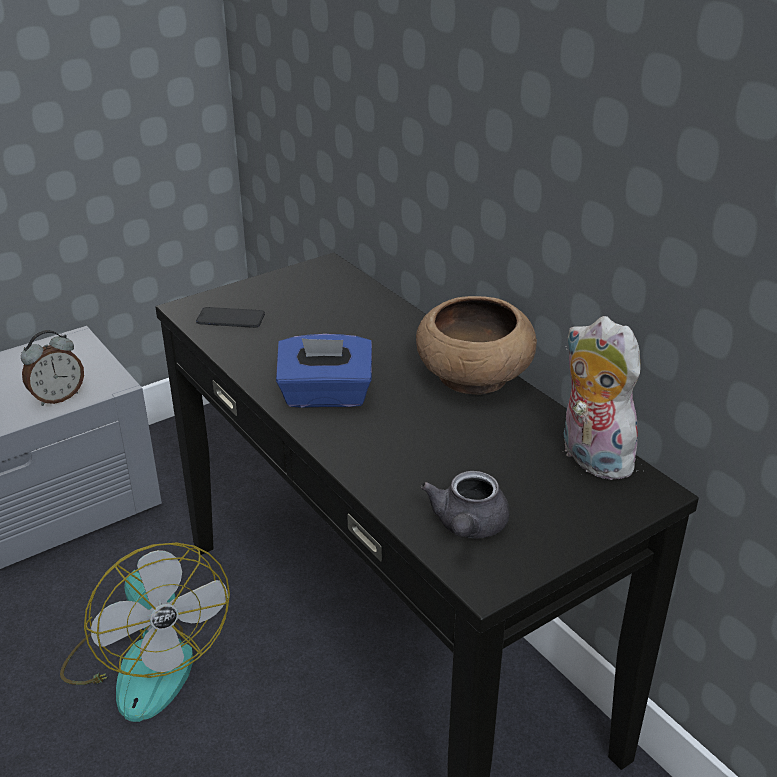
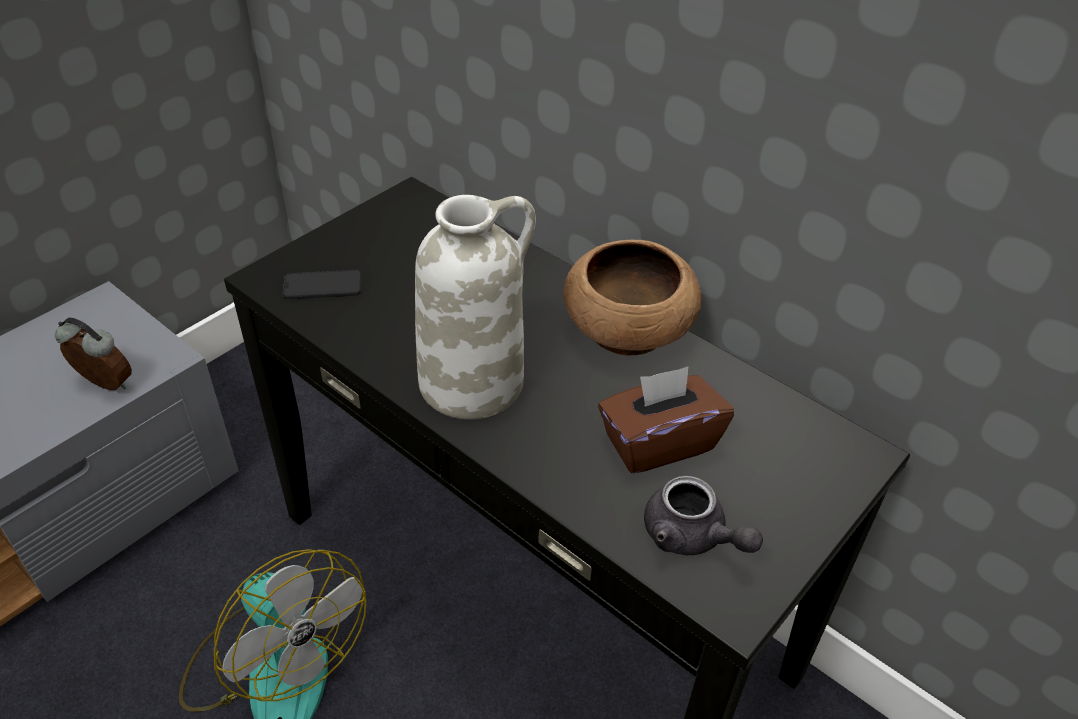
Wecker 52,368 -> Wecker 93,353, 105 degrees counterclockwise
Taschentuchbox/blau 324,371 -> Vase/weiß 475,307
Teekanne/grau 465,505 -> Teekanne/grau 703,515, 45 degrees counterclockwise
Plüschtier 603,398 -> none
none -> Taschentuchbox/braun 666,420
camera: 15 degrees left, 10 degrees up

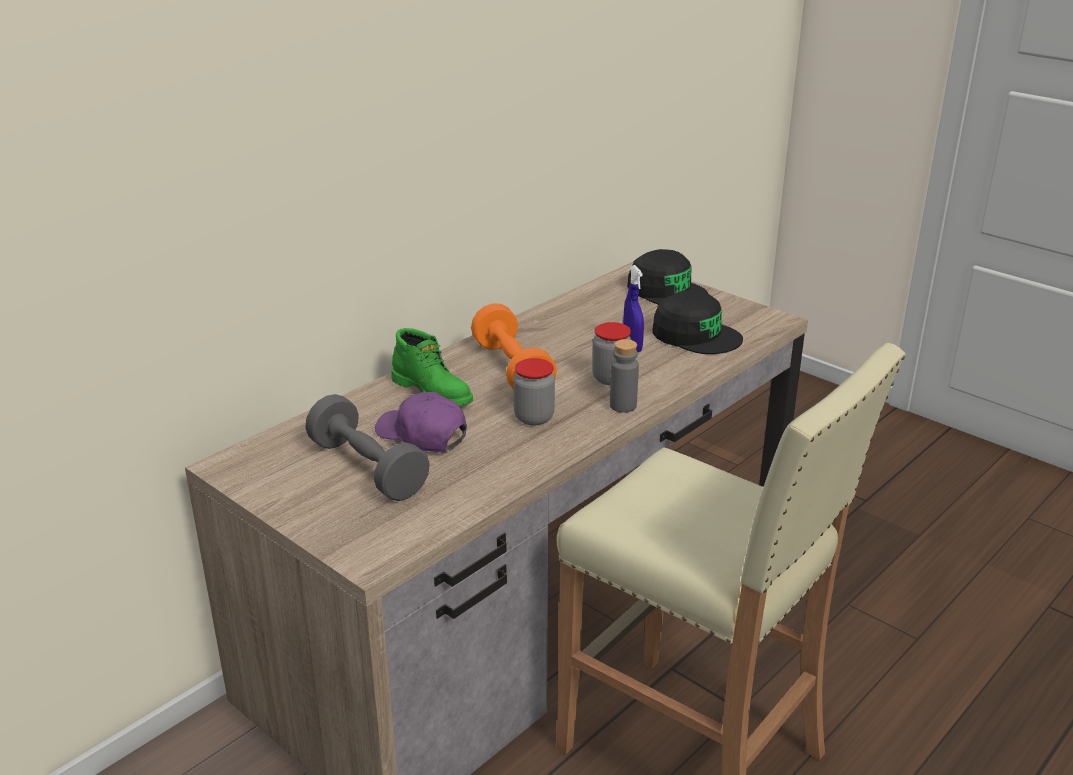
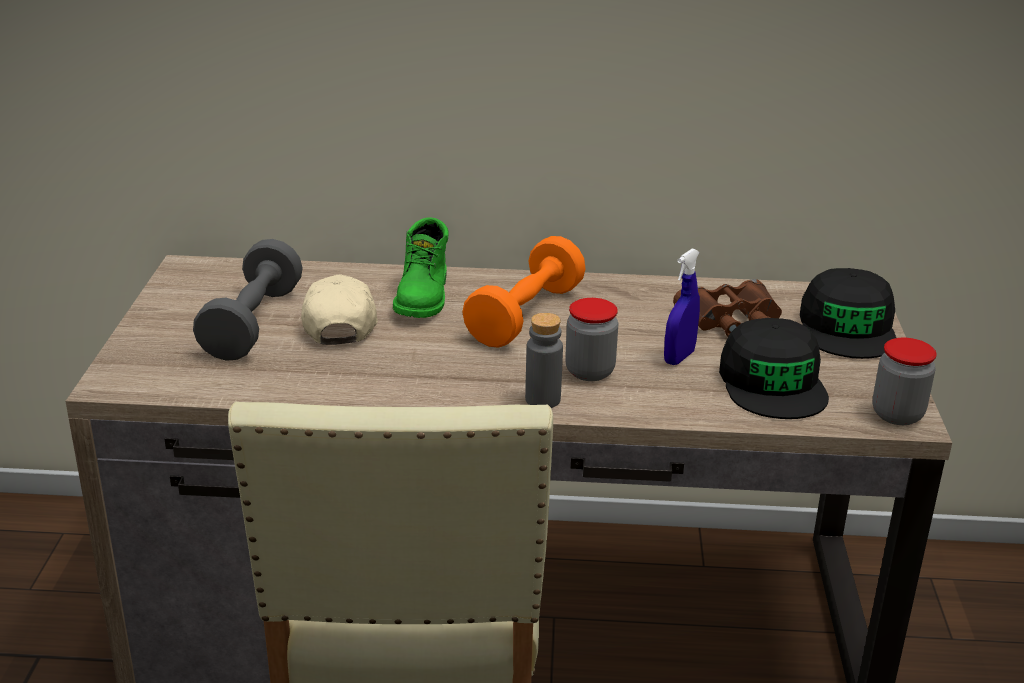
Kappe/lila 421,422 -> Kappe/beige 339,310
Vorratsglas 534,391 -> Vorratsglas 905,381, moved
none -> Fernglas/braun 727,307
camera: 50 degrees right, 0 degrees up

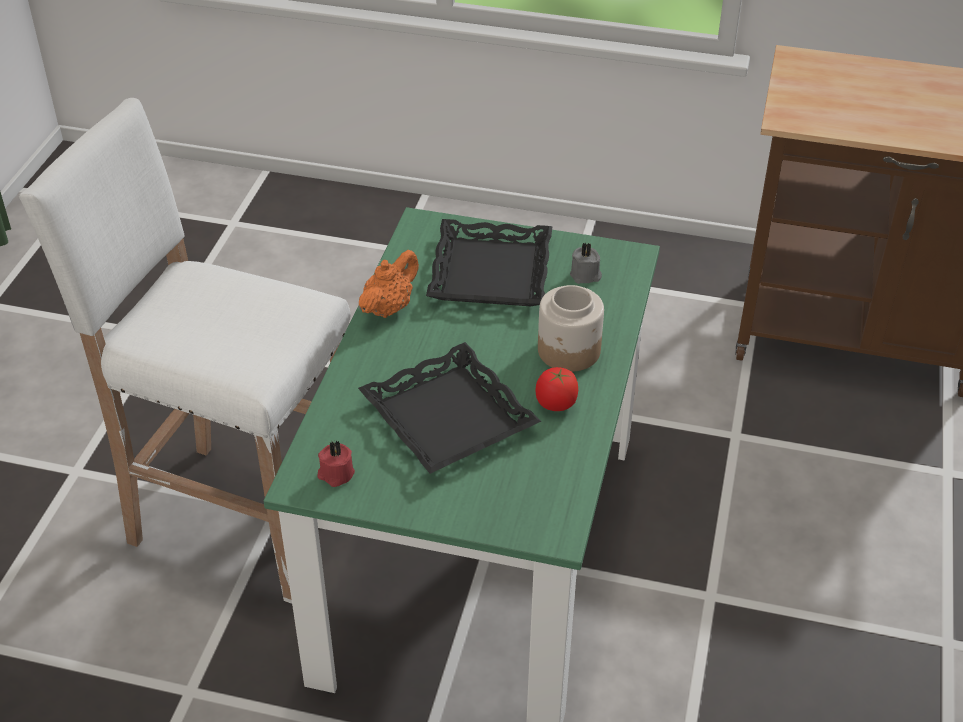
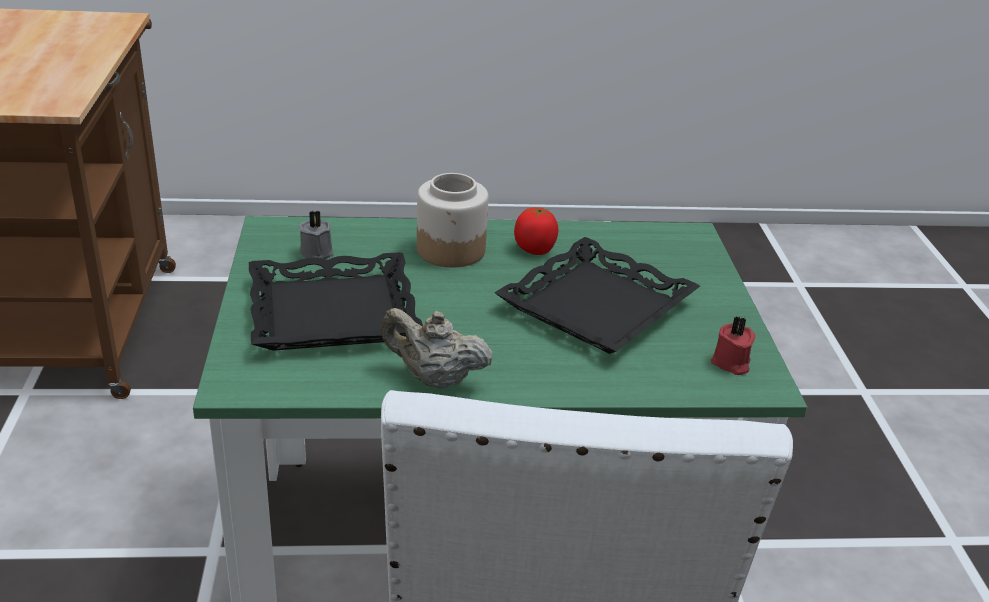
Teekanne/orange 389,284 -> Teekanne/beige 437,348
camera: 110 degrees left, 10 degrees down

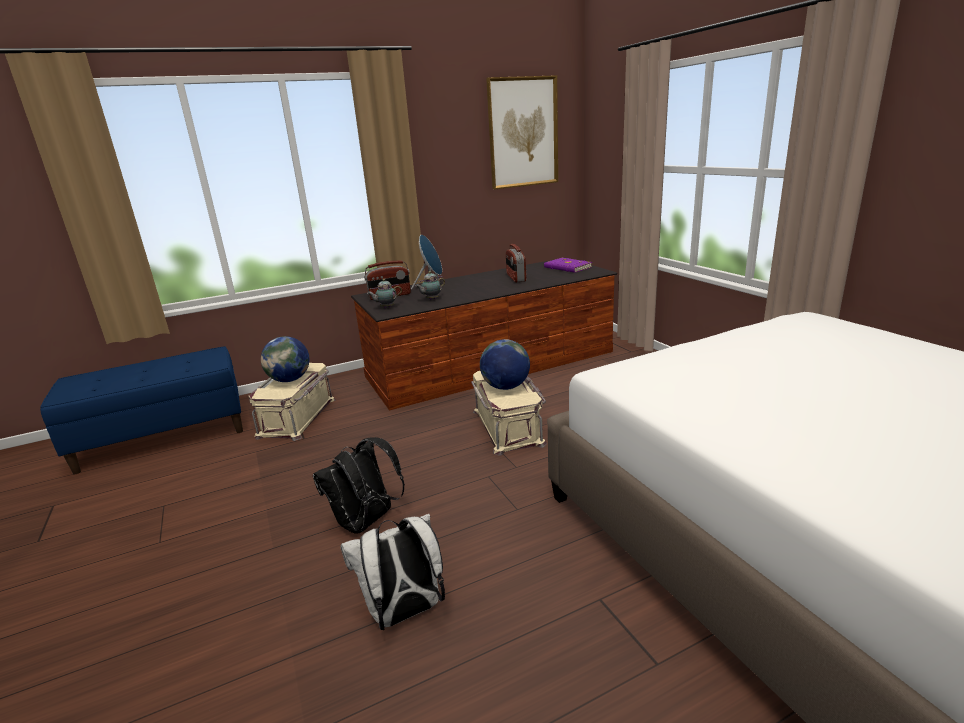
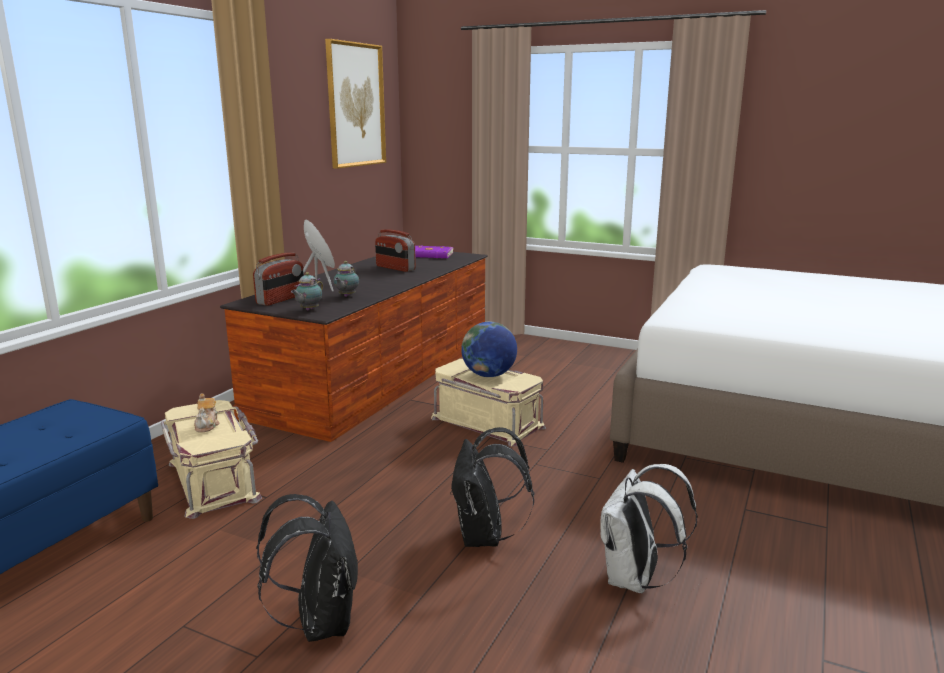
Globus 285,359 -> Teekanne 207,412
none -> Rucksack/schwarz 307,568
camera: 40 degrees left, 5 degrees down

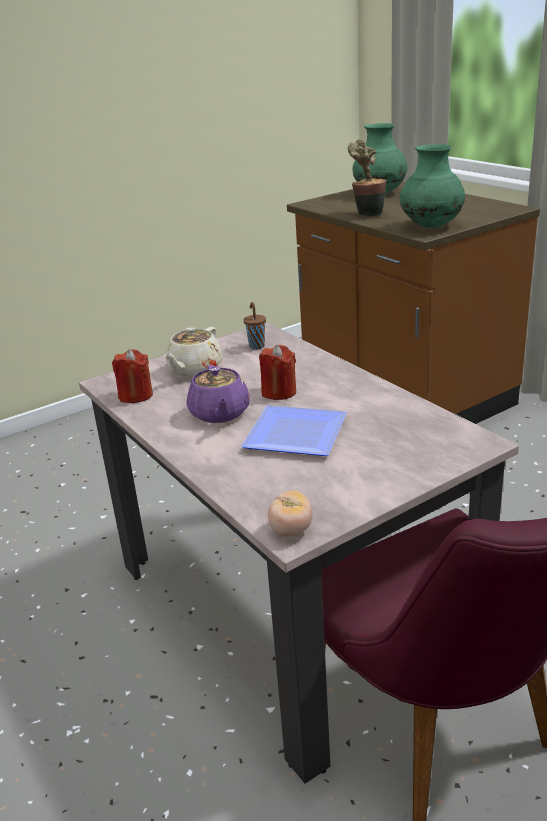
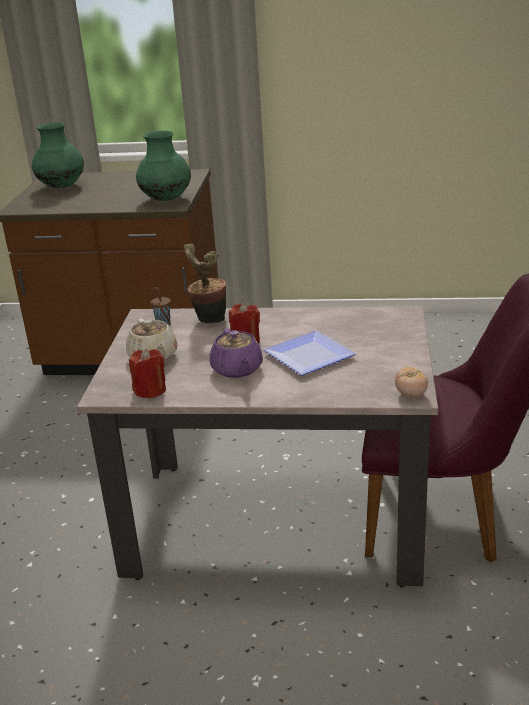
Teekanne/lila 218,394 -> Teekanne/lila 236,353, 45 degrees clockwise
Topfpflanze 367,178 -> Topfpflanze 205,283, moved
camera: 50 degrees left, 0 degrees up

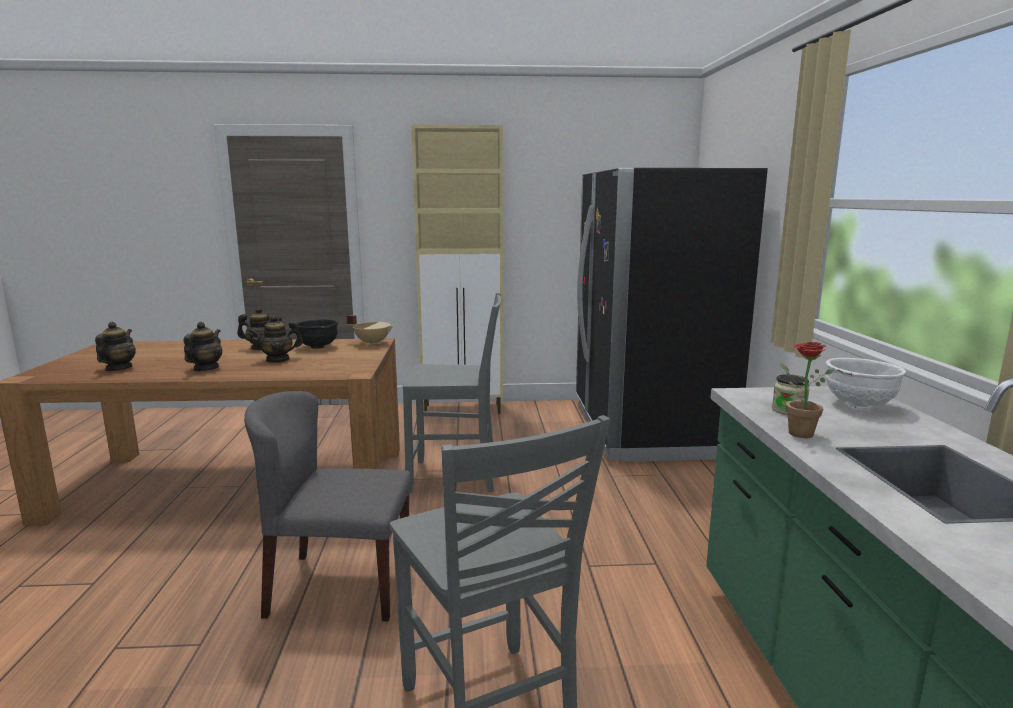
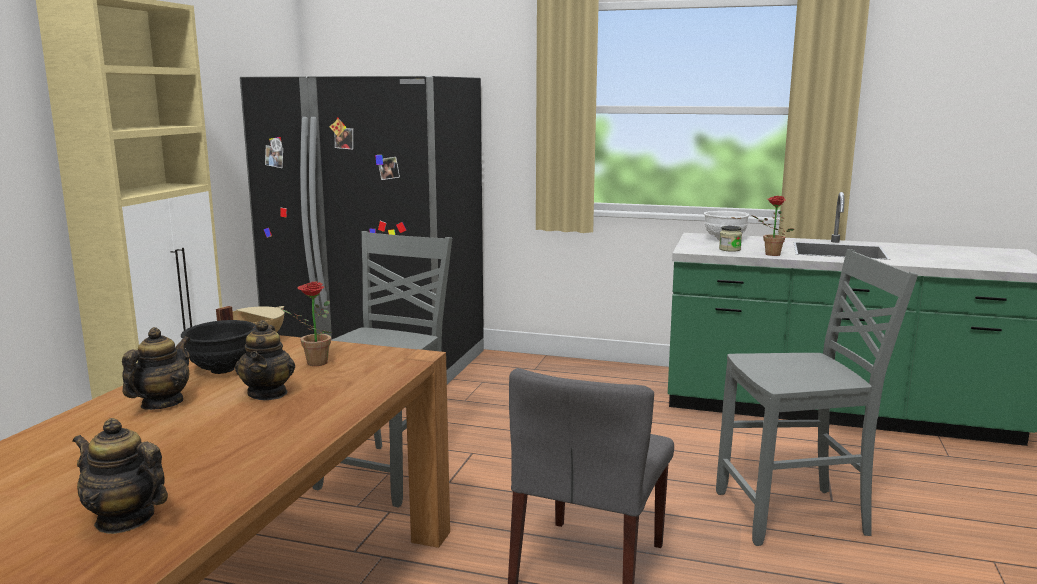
Teekanne 202,346 -> none
none -> Topfpflanze 306,324
camera: 70 degrees left, 0 degrees up

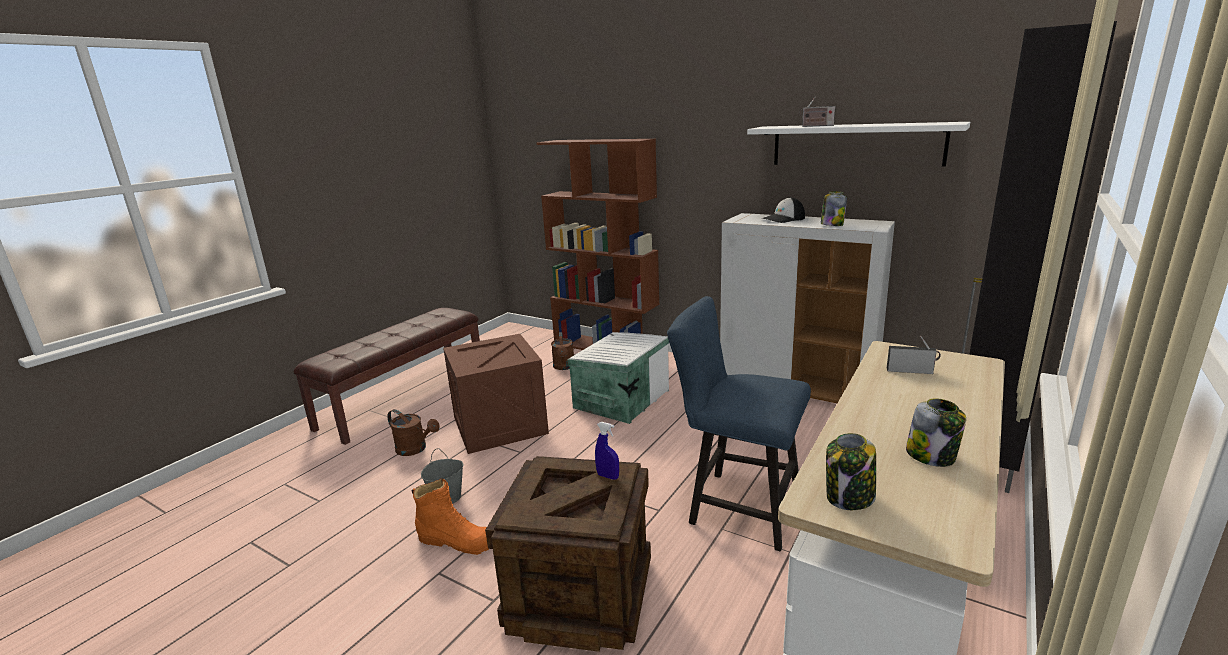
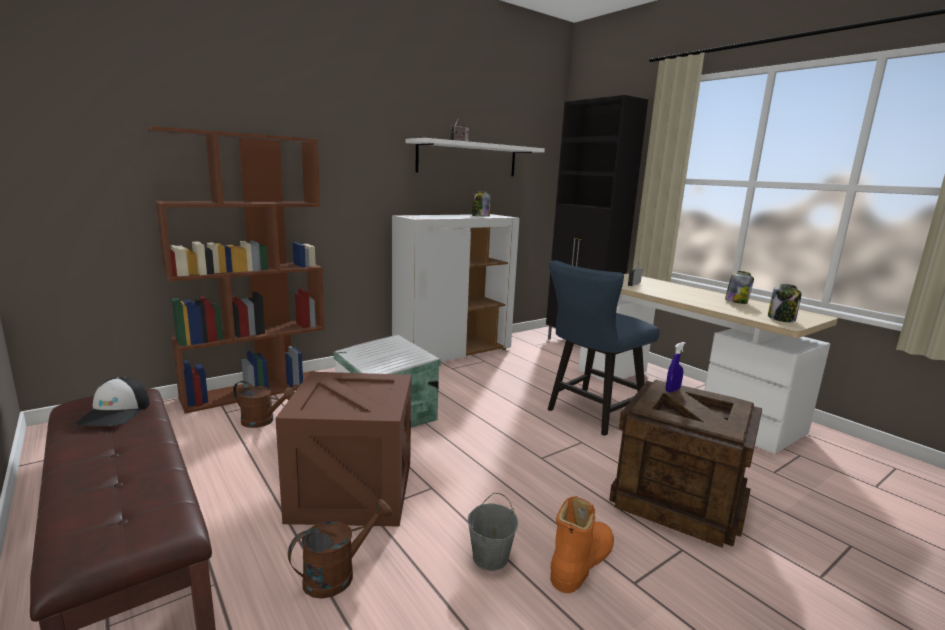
Kappe 783,210 -> Kappe 112,401, moved
camera: 70 degrees left, 5 degrees down

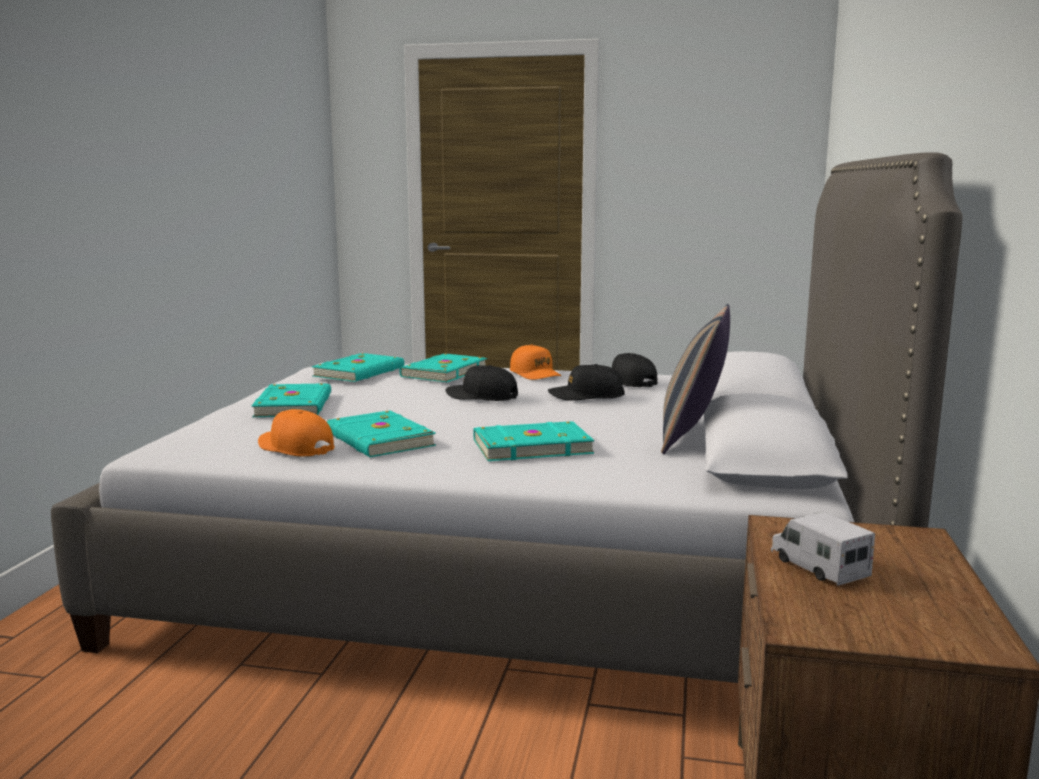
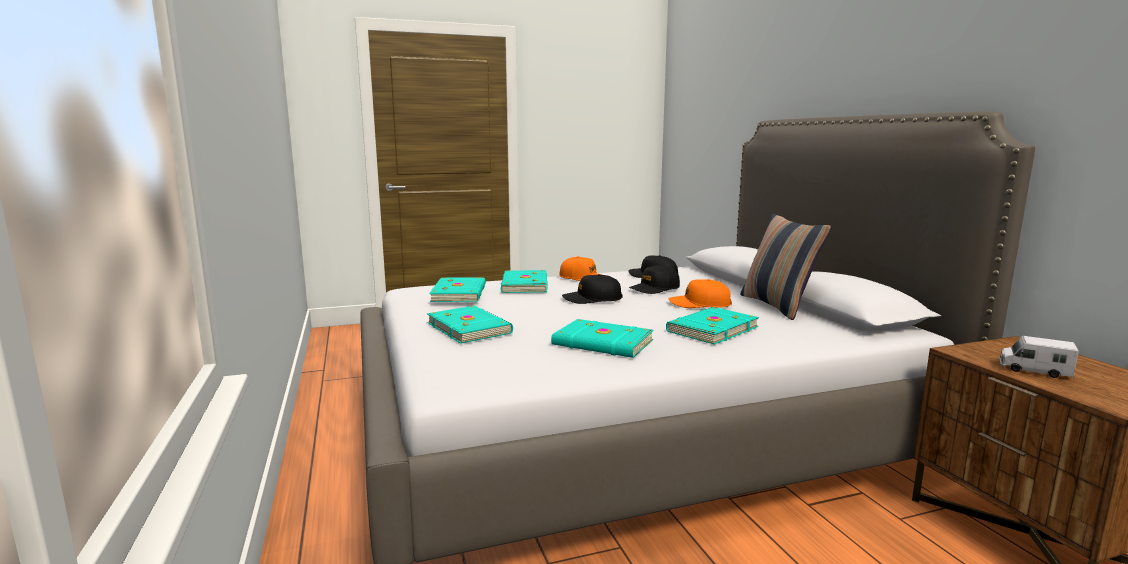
Kappe/orange 296,432 -> Kappe/orange 700,293, moved
camera: 30 degrees left, 0 degrees up

